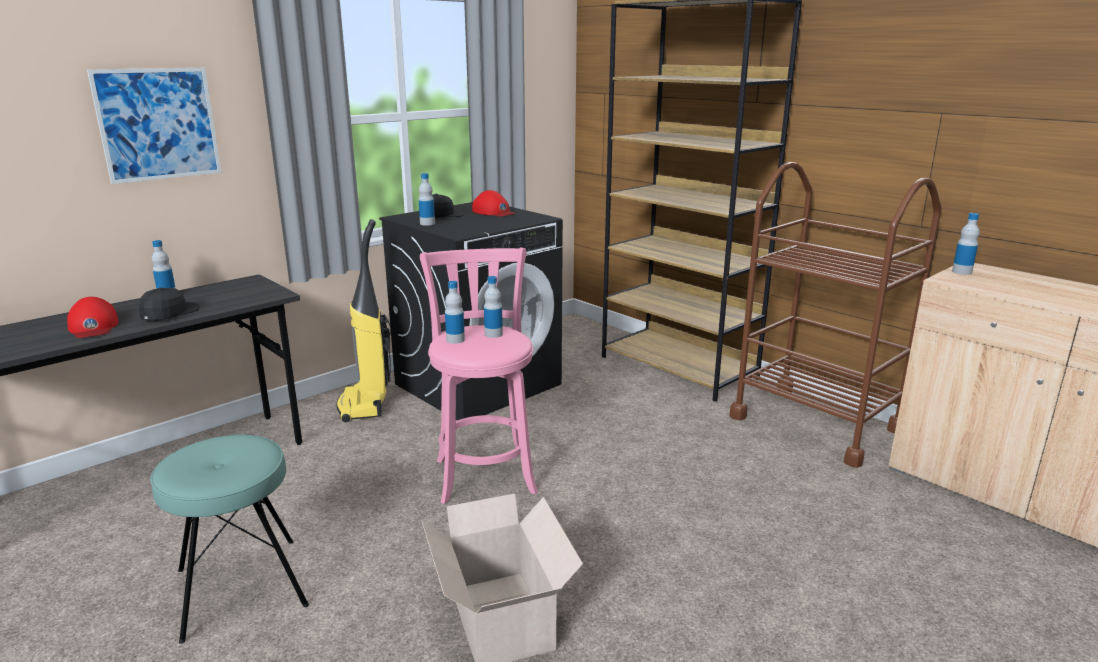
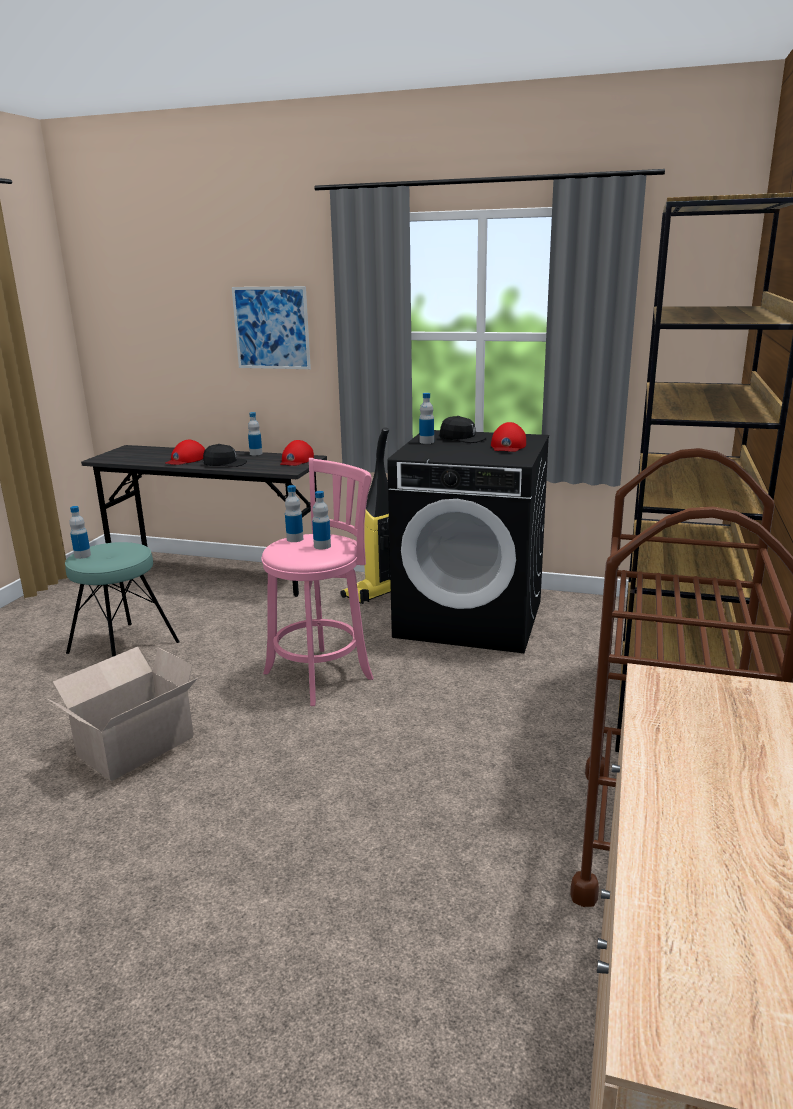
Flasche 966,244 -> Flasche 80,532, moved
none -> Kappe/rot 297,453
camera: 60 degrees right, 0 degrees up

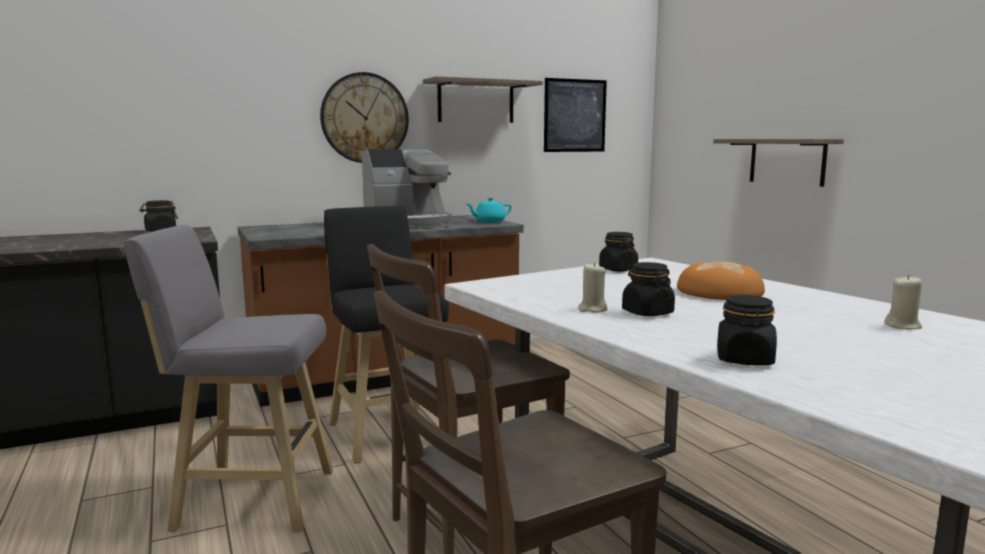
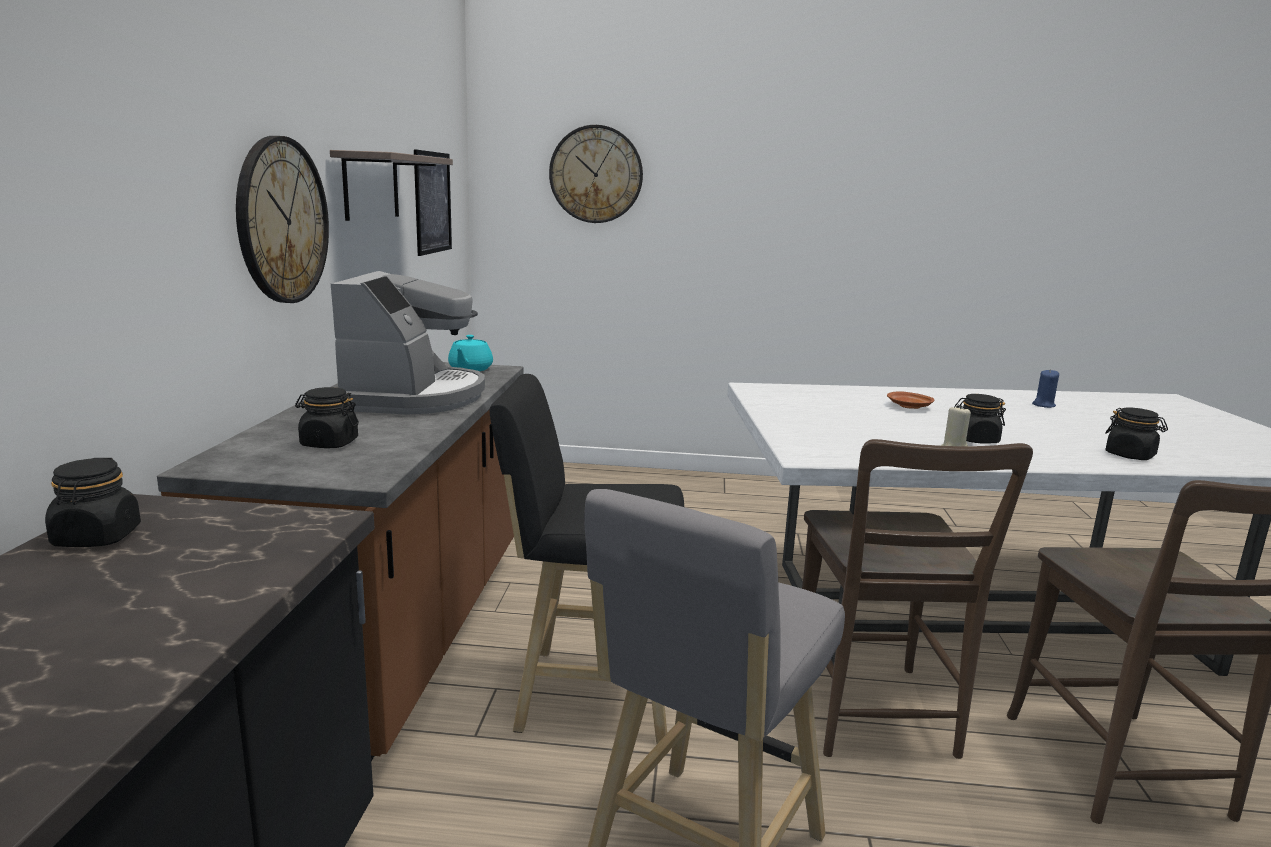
Vorratsglas/schwarz 618,251 -> Vorratsglas/schwarz 327,417, moved
Brot 721,280 -> Teller/braun 910,400
Wandregal 778,163 -> none
Kerze/beige 903,302 -> Kerze/blau 1045,388
none -> Wanduhr 596,174
camera: 60 degrees left, 5 degrees up

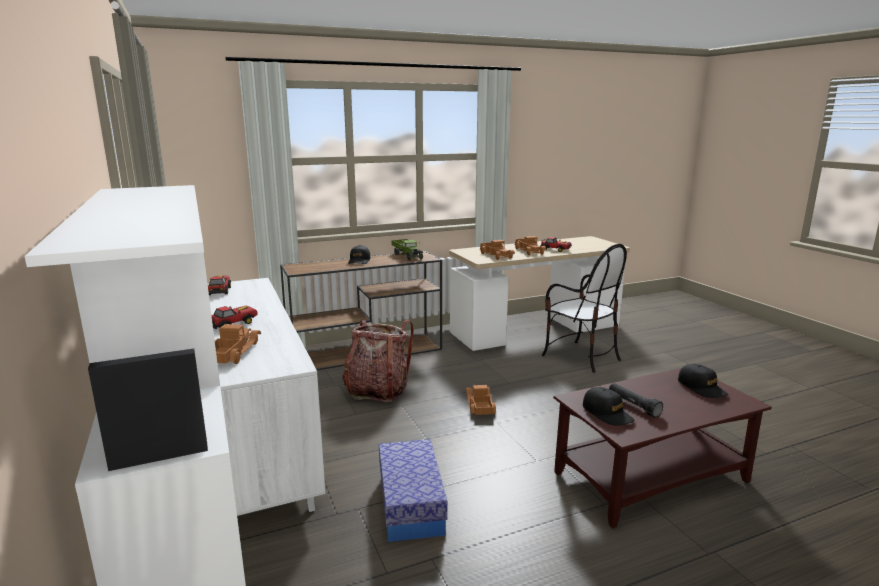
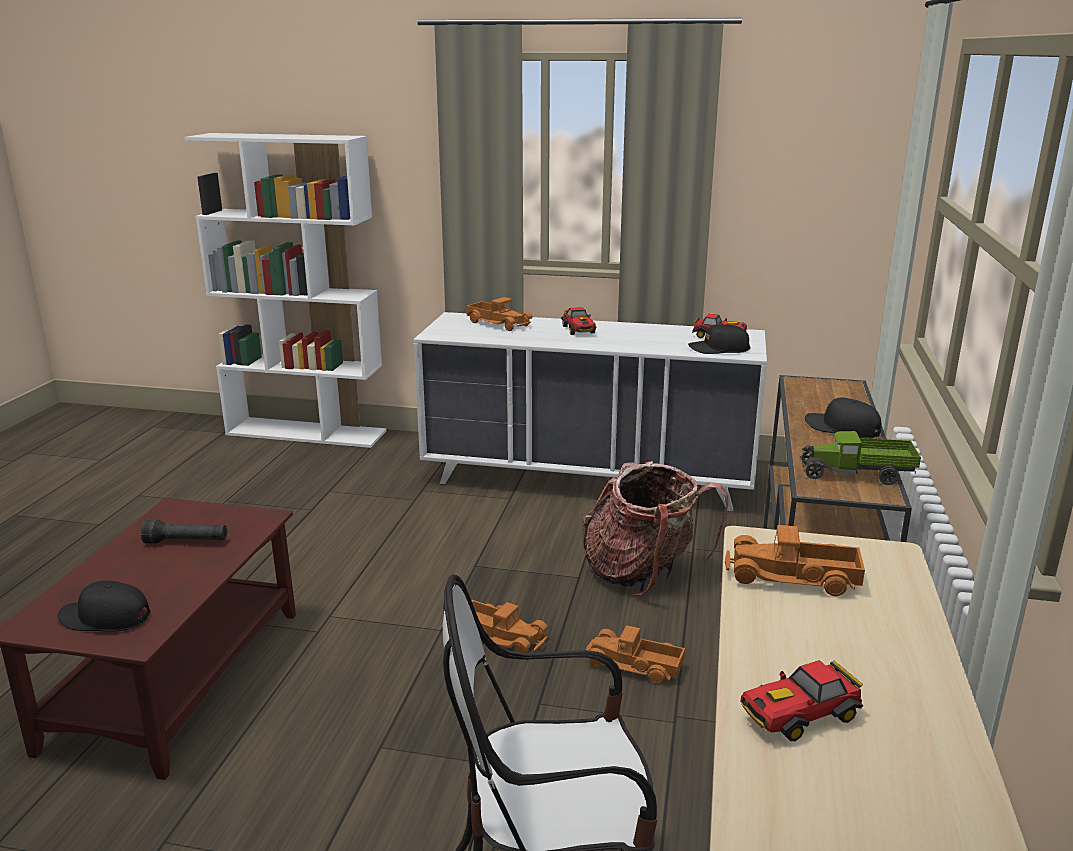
Aufbewahrungsbox 413,490 -> none
Spielzeuglaster 530,245 -> Spielzeuglaster 635,654, moved
Kappe/schwarz 609,406 -> Kappe/schwarz 719,339, moved
camera: 125 degrees right, 5 degrees up

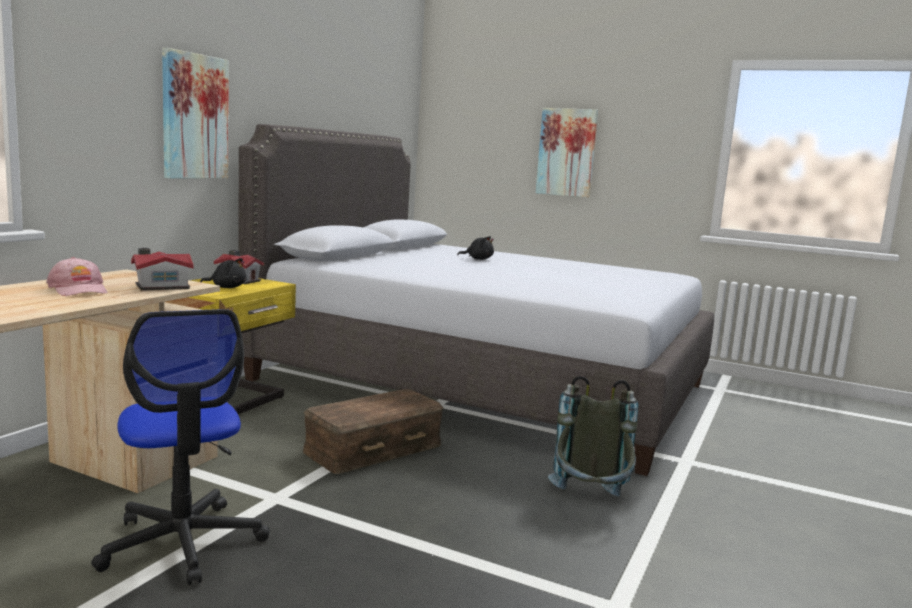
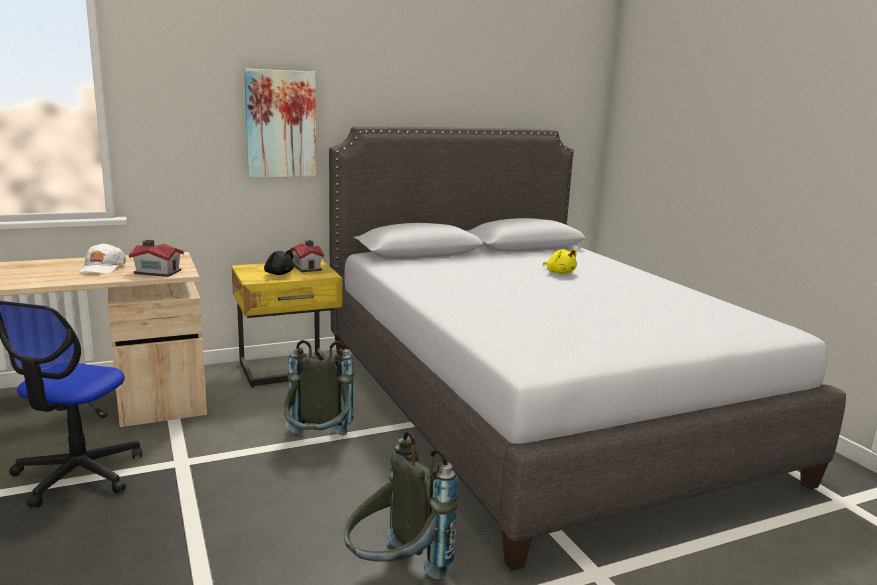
Kappe/rosa 77,276 -> Kappe/weiß 102,258
Aufbewahrungsbox/braun 373,431 -> Rucksack/grau 319,388
Plüschtier/schwarz 475,248 -> Plüschtier/gelb 560,261
Bild 567,153 -> none
camera: 40 degrees right, 5 degrees up

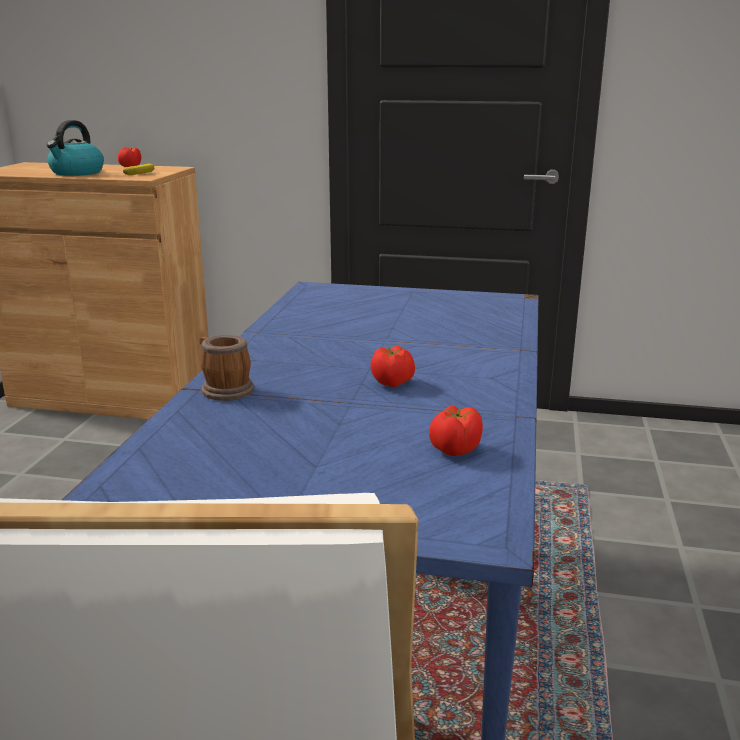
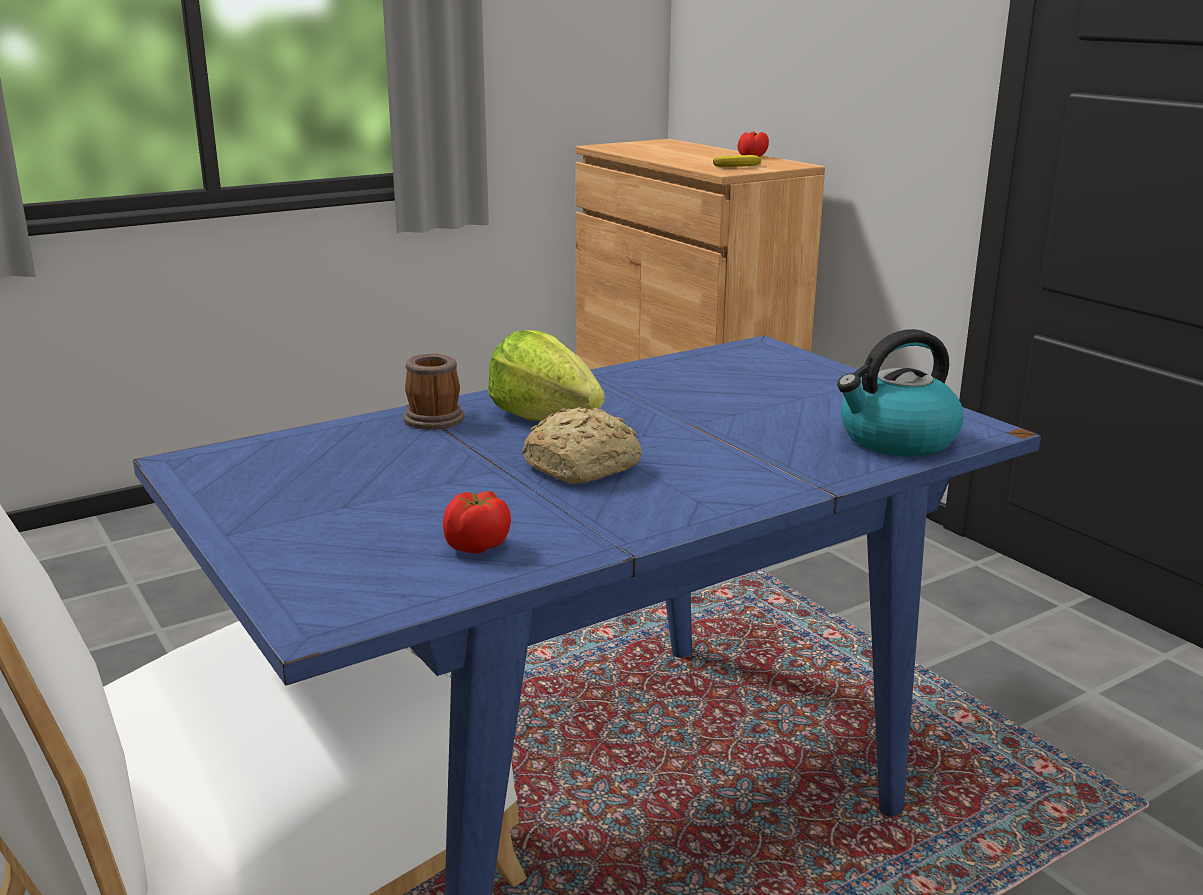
Wasserkessel 75,148 -> Wasserkessel 900,393, moved
Tomate 393,366 -> Brot 582,445
none -> Salatkopf 546,375
camera: 45 degrees right, 0 degrees up

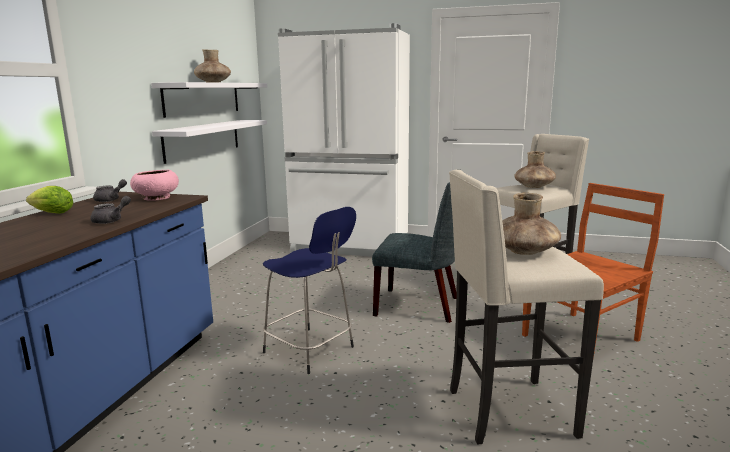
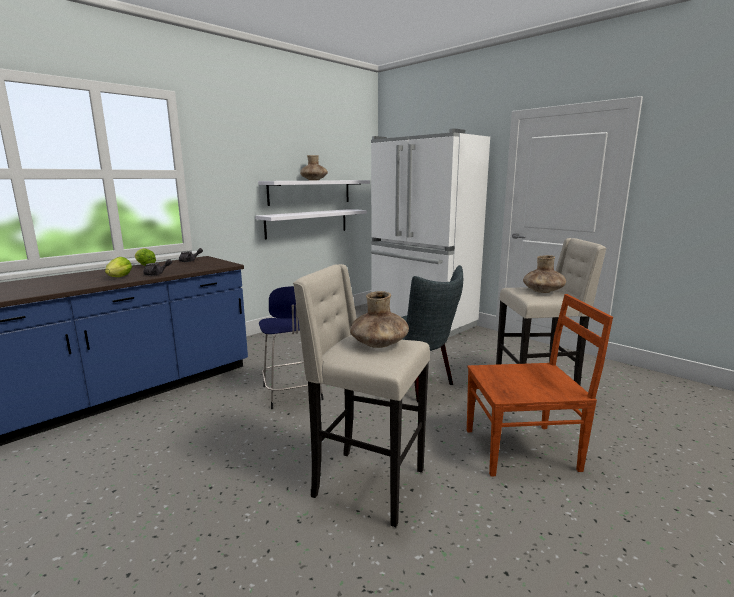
Schüssel/rosa 154,185 -> none
none -> Salatkopf 118,267
camera: 30 degrees right, 0 degrees up

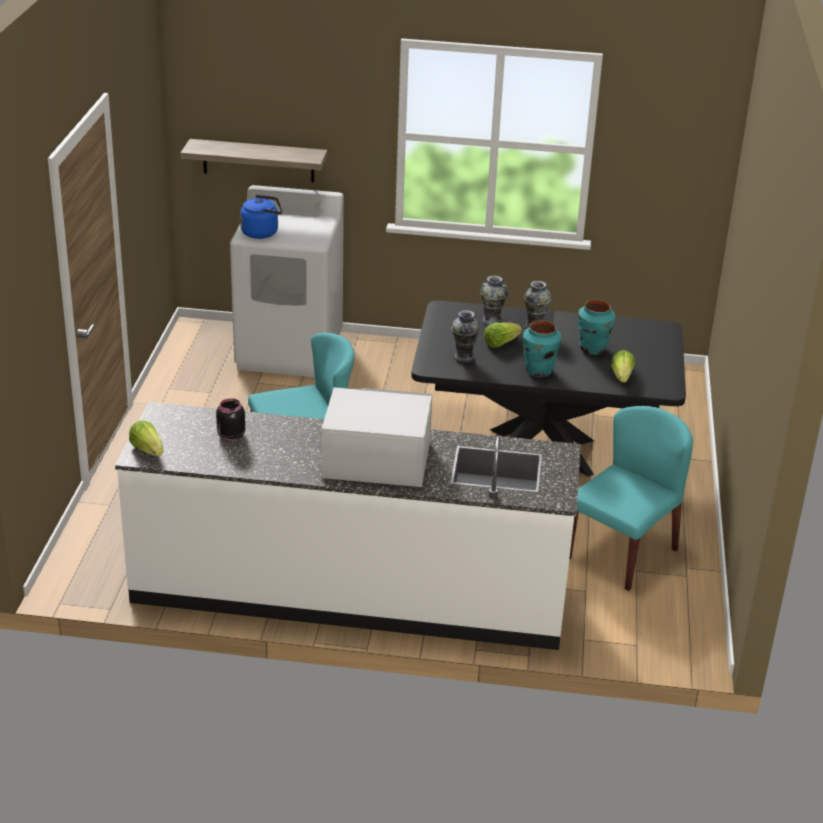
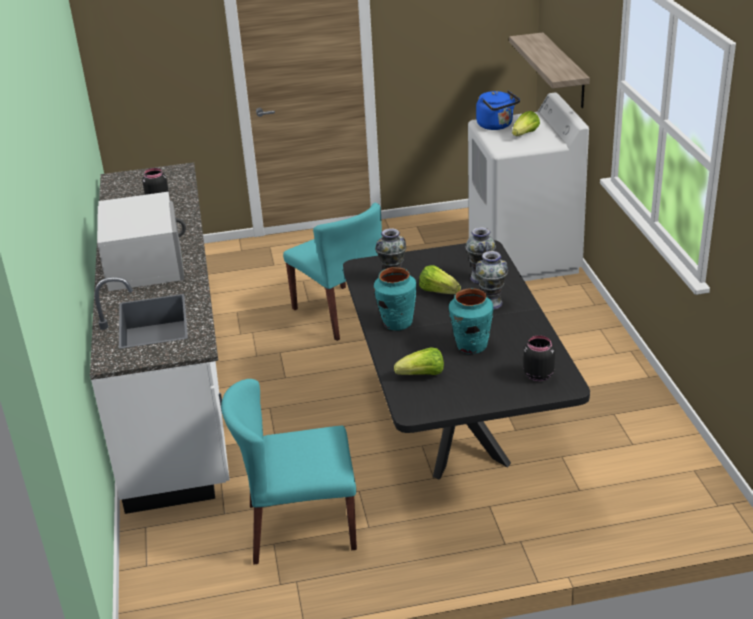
Salatkopf 146,438 -> Salatkopf 526,123, moved
Stuhl/türkis 631,498 -> Stuhl/türkis 289,472, 150 degrees clockwise
none -> Vorratsglas/schwarz 539,358
camera: 75 degrees right, 0 degrees up

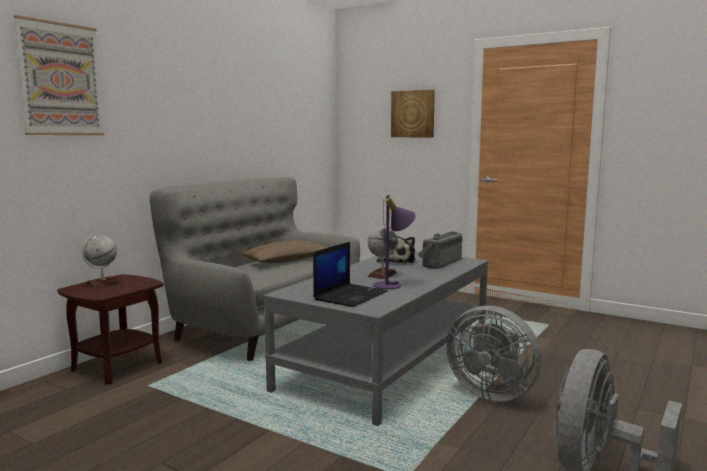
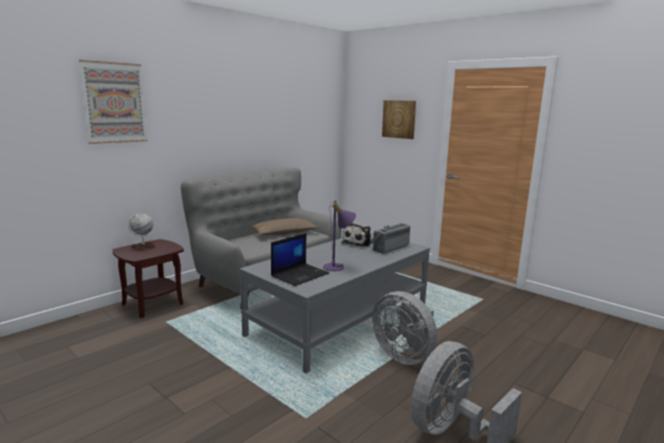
Globus 383,251 -> none
camera: 10 degrees right, 5 degrees up

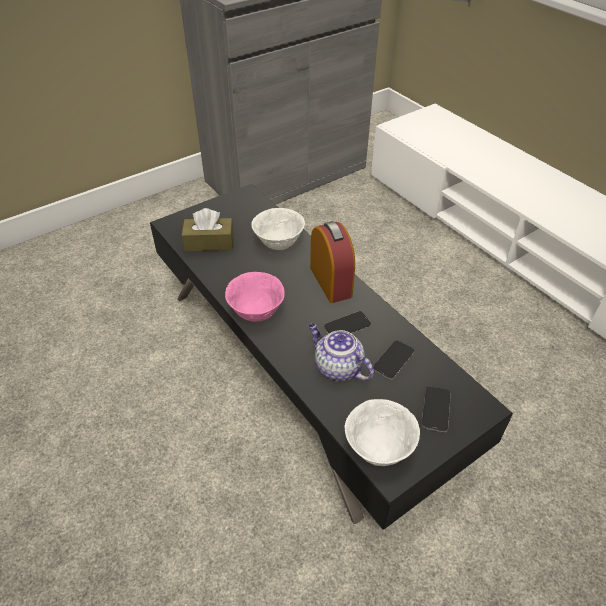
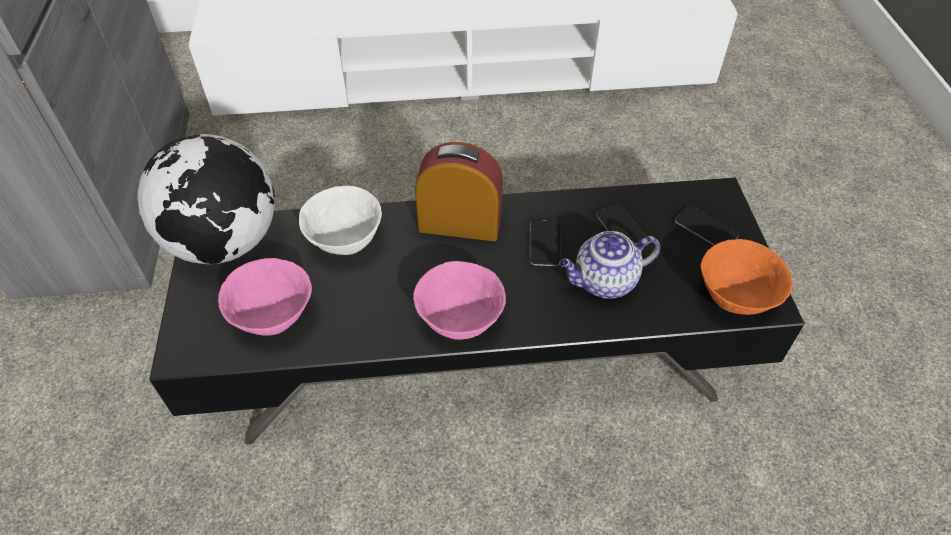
Taschentuchbox/braun 208,229 -> Schüssel/rosa 265,297
Schüssel/weiß 382,432 -> Schüssel/orange 747,277
none -> Globus 206,199
camera: 60 degrees left, 5 degrees up

